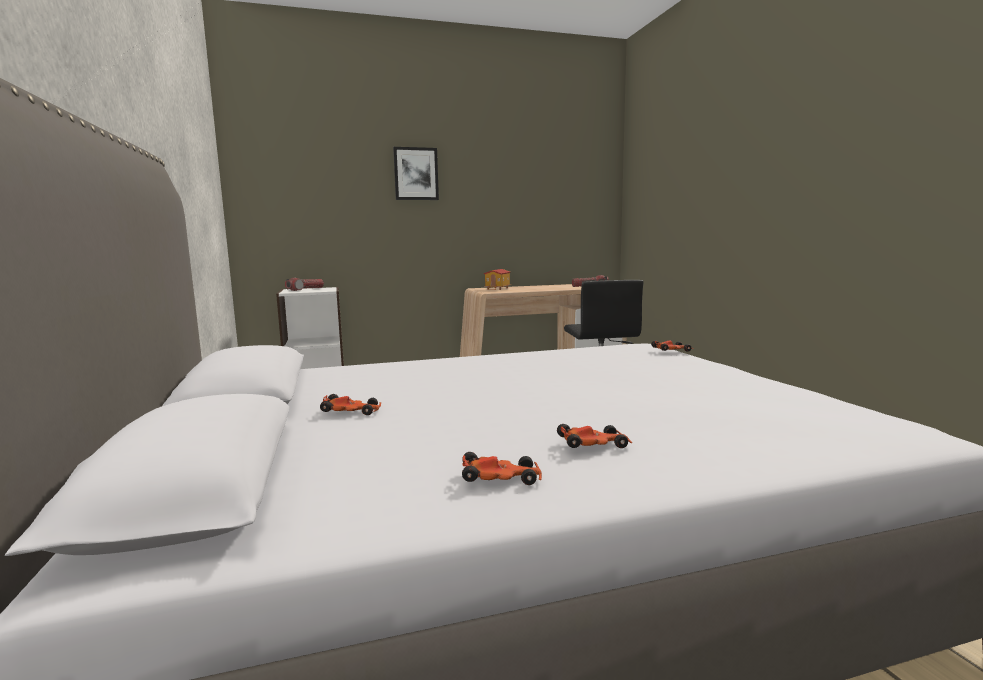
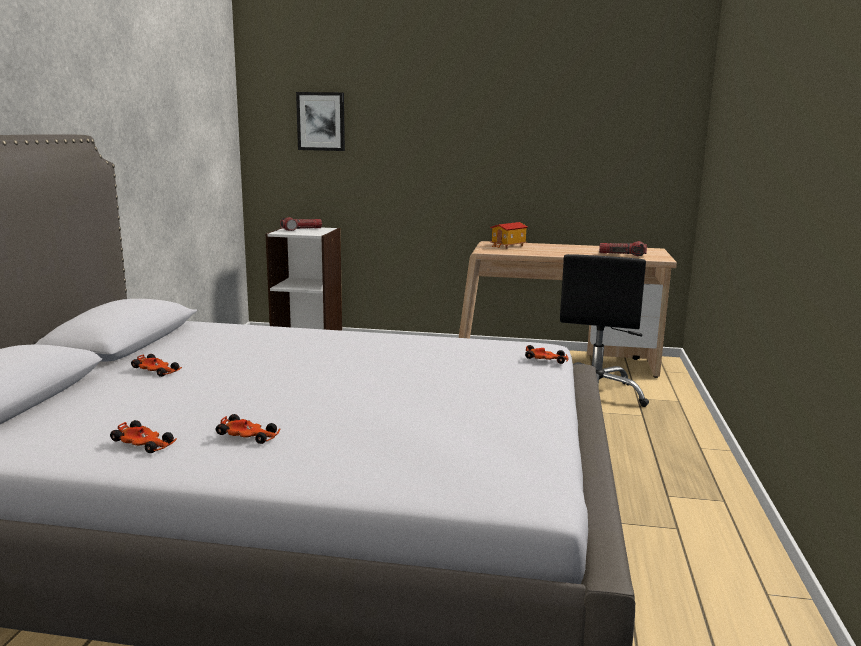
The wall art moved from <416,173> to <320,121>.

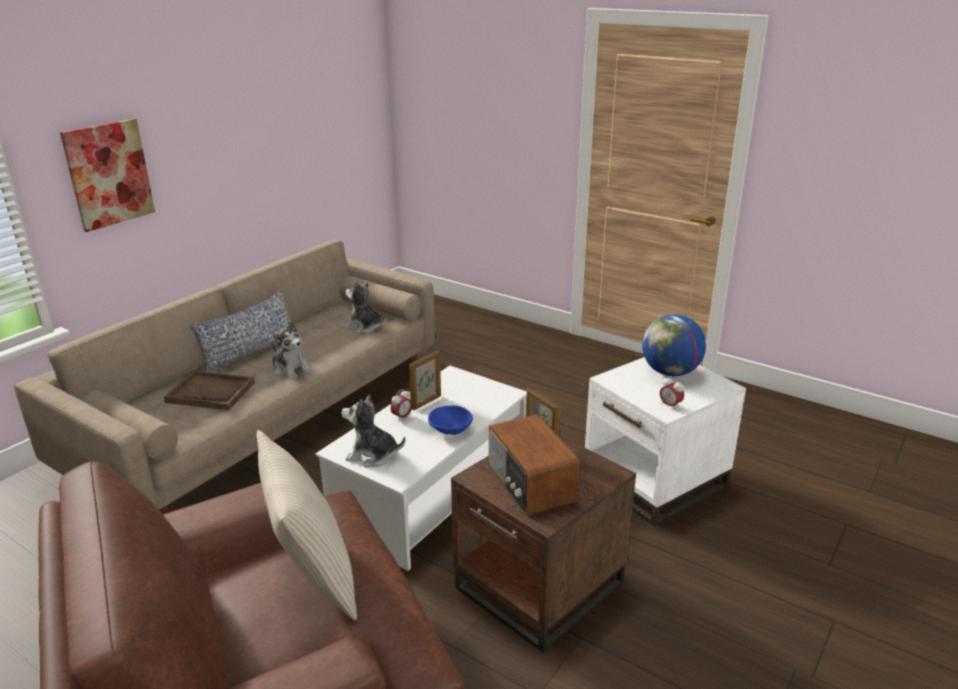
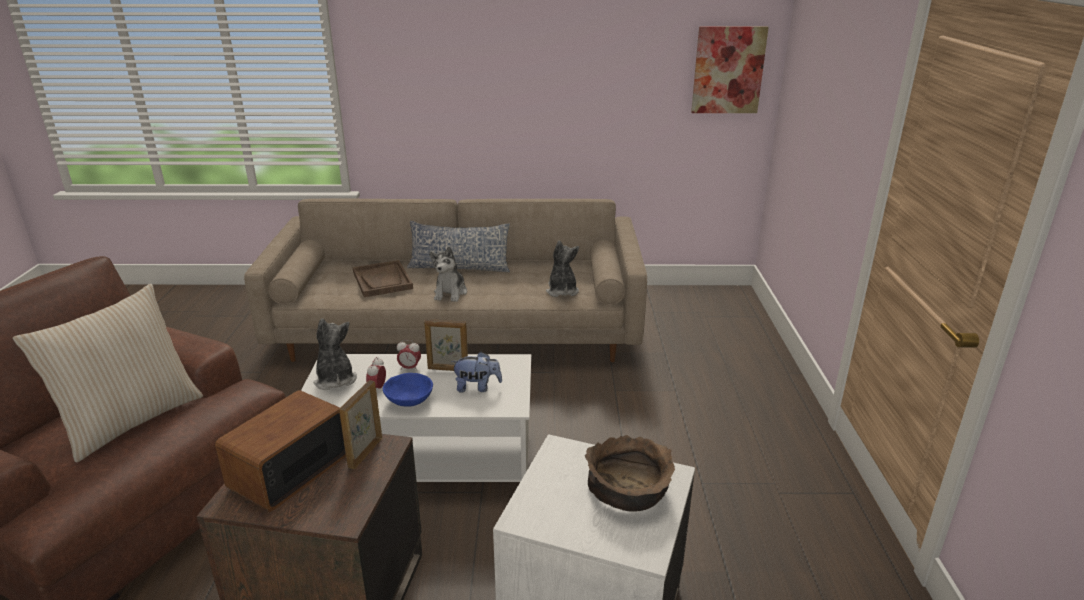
The bedside clock moved from <672,392> to <376,373>. The cuddly toy at <476,372> appeared. The world globe at <674,345> was replaced by the brown-coloured deep dish at <630,473>. The wall art moved from <107,175> to <730,69>.

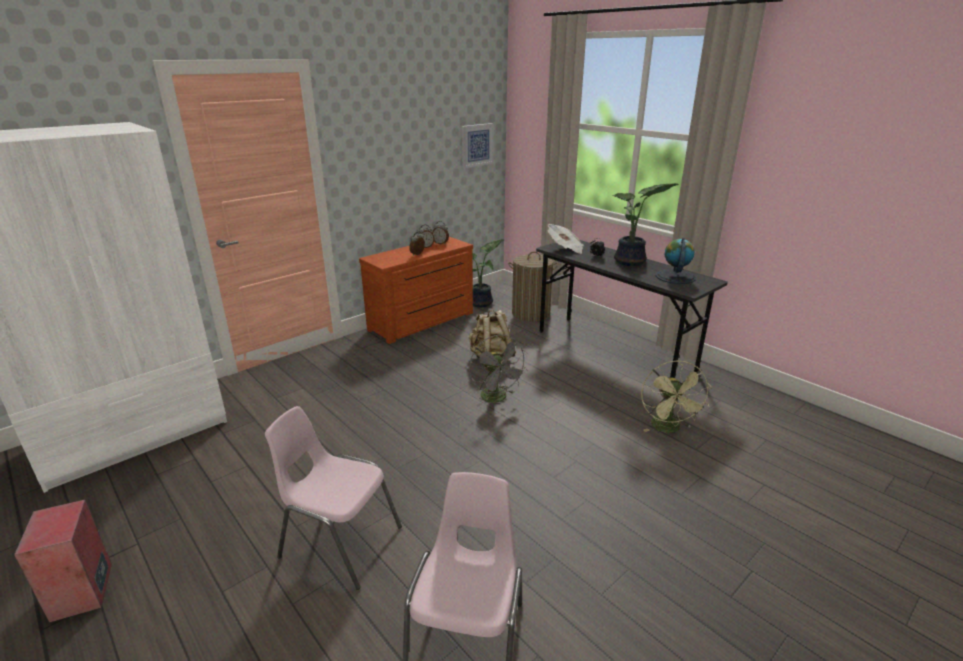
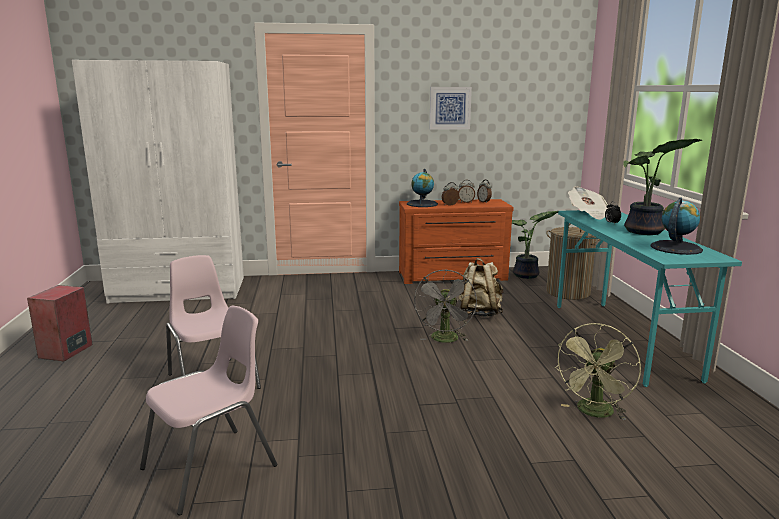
The world globe at <422,188> appeared. The wall art moved from <478,145> to <450,108>. The grey desk table at <632,309> became the blue-green desk table at <649,298>.

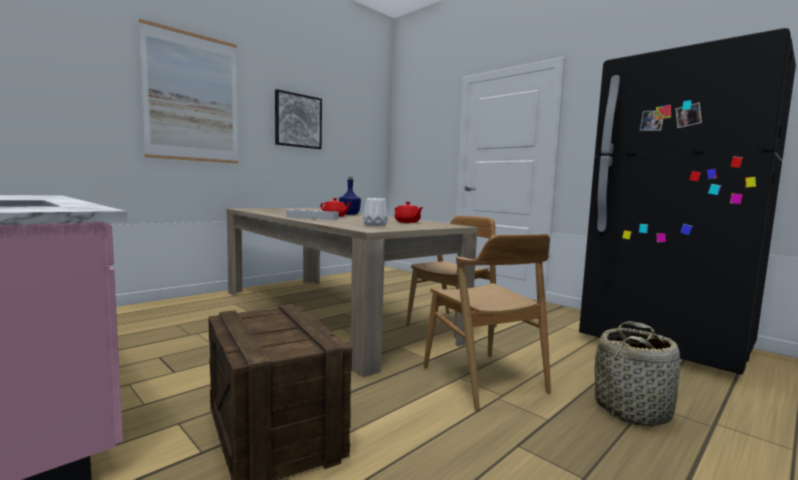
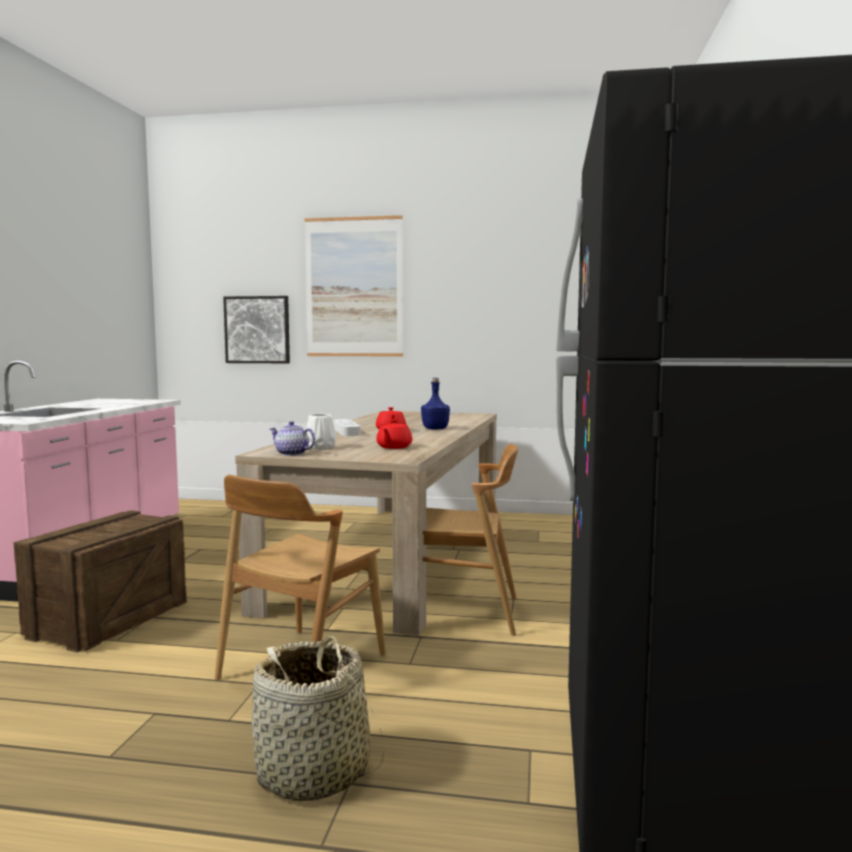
The wall art moved from <298,119> to <256,329>. The tea pot at <292,438> appeared.

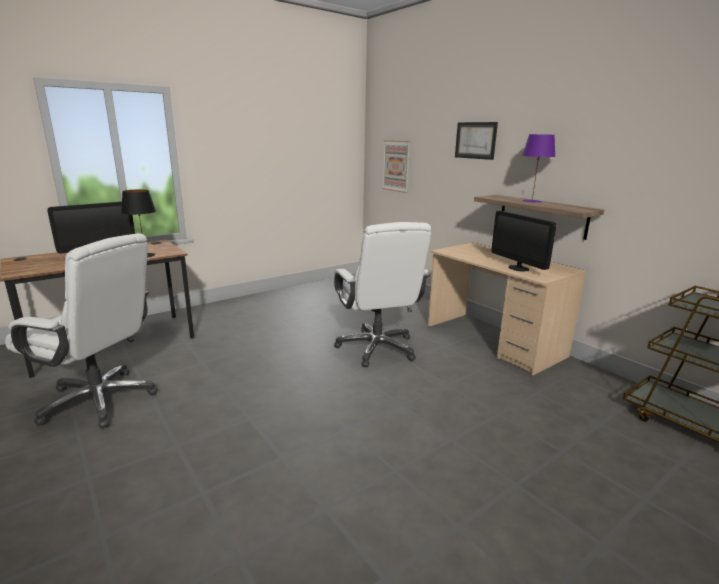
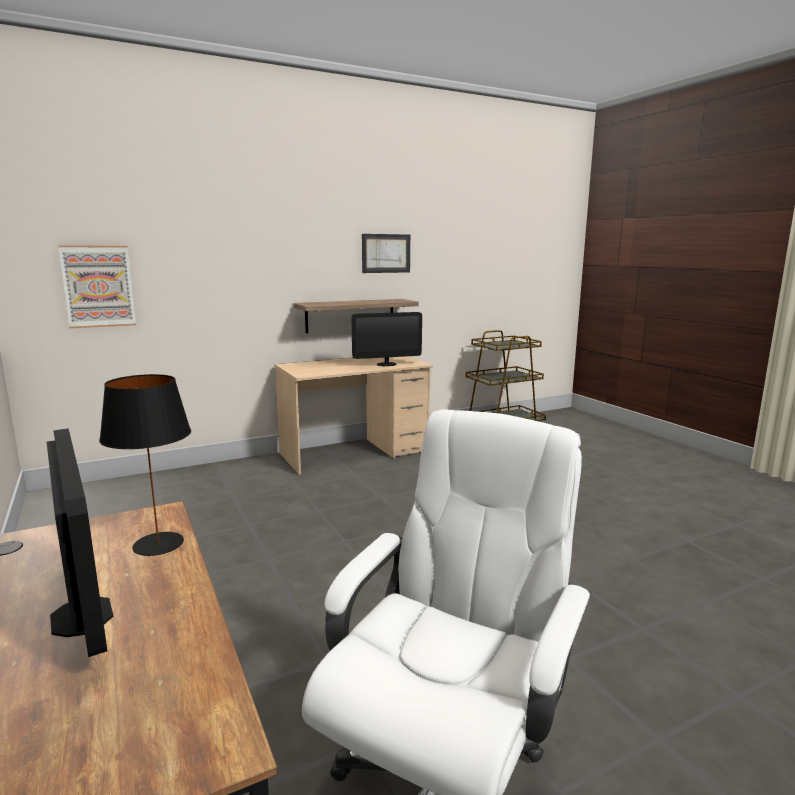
The wall art moved from <476,141> to <386,253>. The white-coloured desk chair at <382,294> disappeared. The purplish tabletop lamp at <539,168> disappeared.

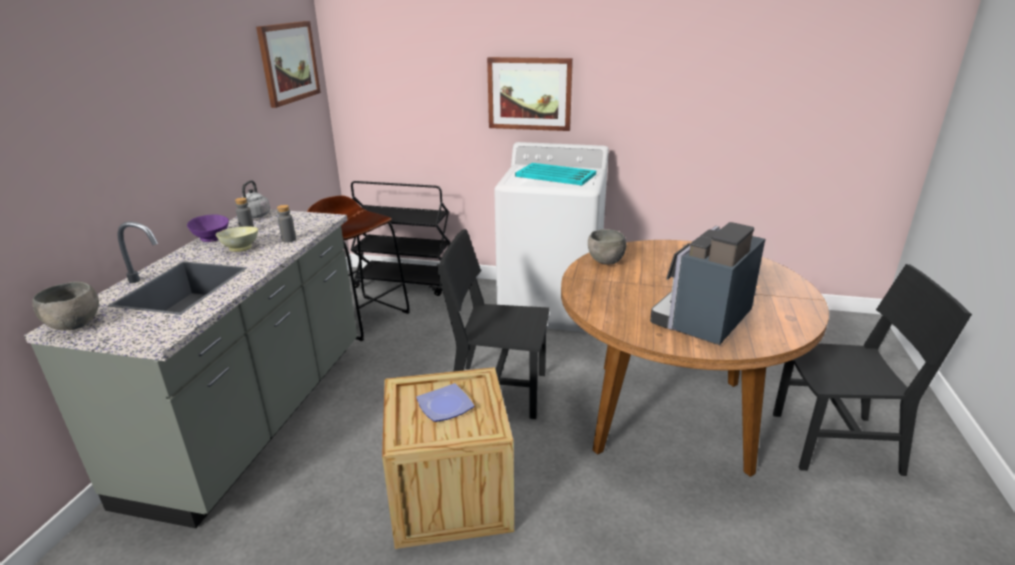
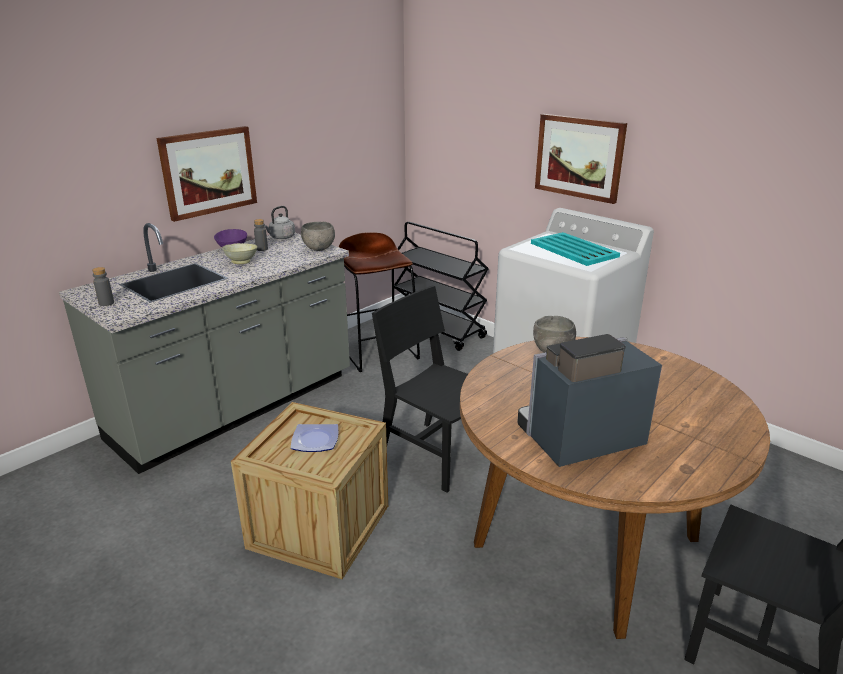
The grey bottle moved from <286,224> to <103,286>. The wall art moved from <288,64> to <207,174>. The grey deep dish moved from <65,306> to <318,236>.

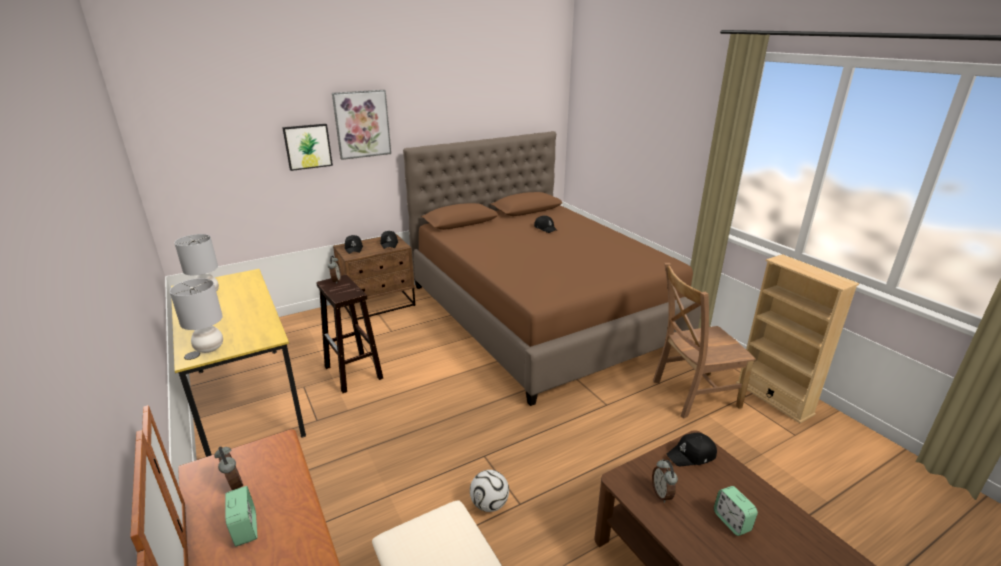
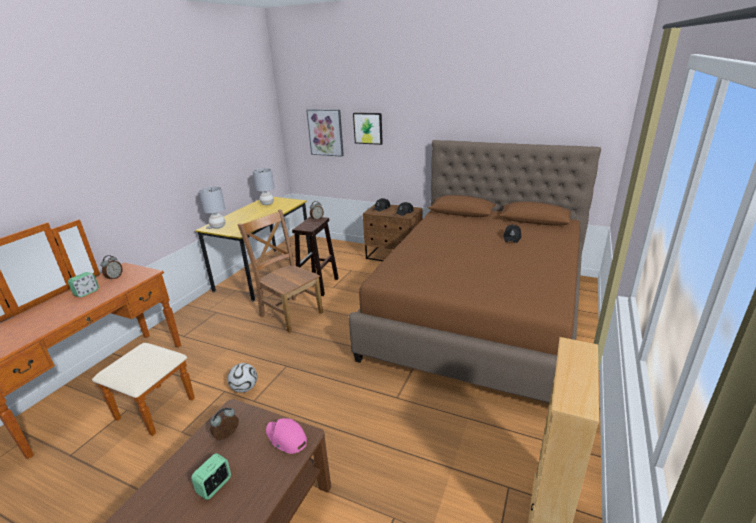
The brown-coloured plain chair moved from <704,341> to <280,271>. The blackish peaked cap at <692,449> became the pinkish peaked cap at <286,436>. The wall art moved from <361,125> to <325,133>.

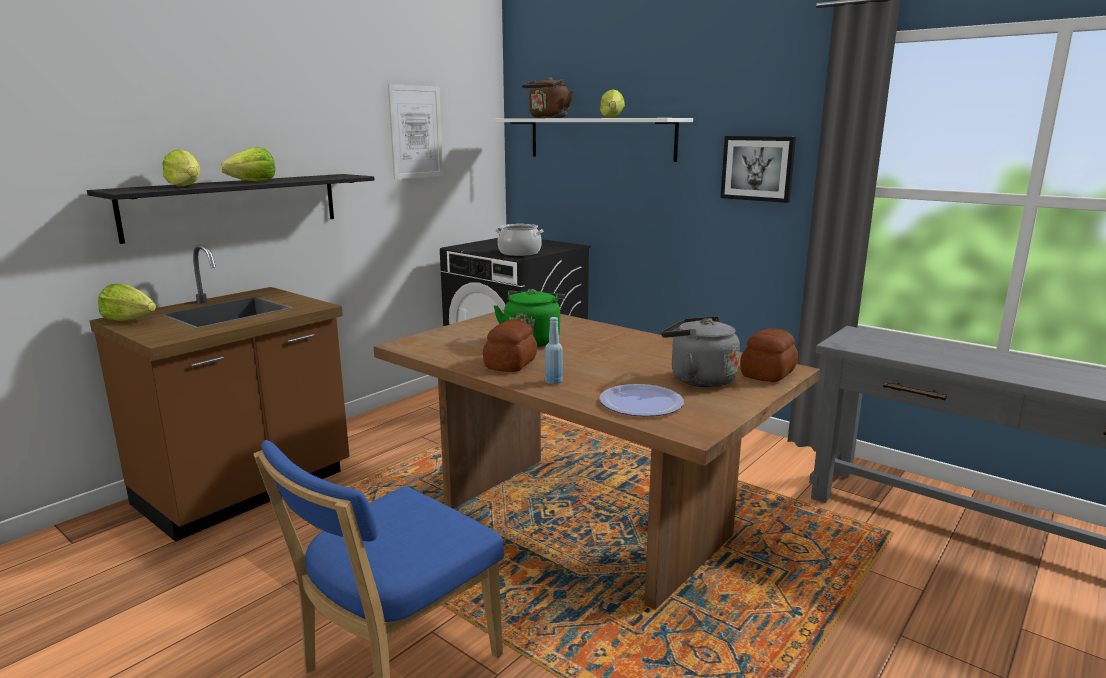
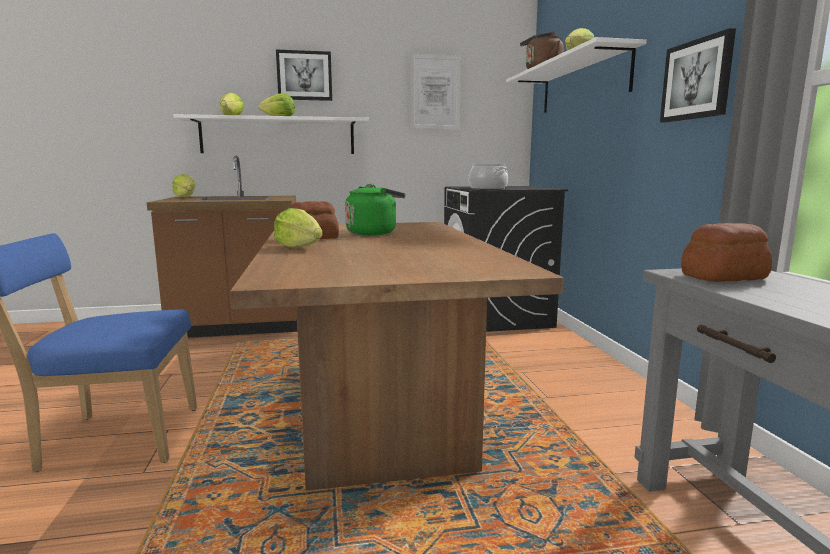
The blackish shelf at <231,209> became the white-coloured shelf at <271,134>. The blue-coloured bottle at <554,350> was replaced by the head of lettuce at <298,228>. The wall art at <304,75> appeared. The baked bread moved from <769,355> to <726,252>. The flat dish at <641,400> disappeared. The grey water kettle at <700,351> disappeared.

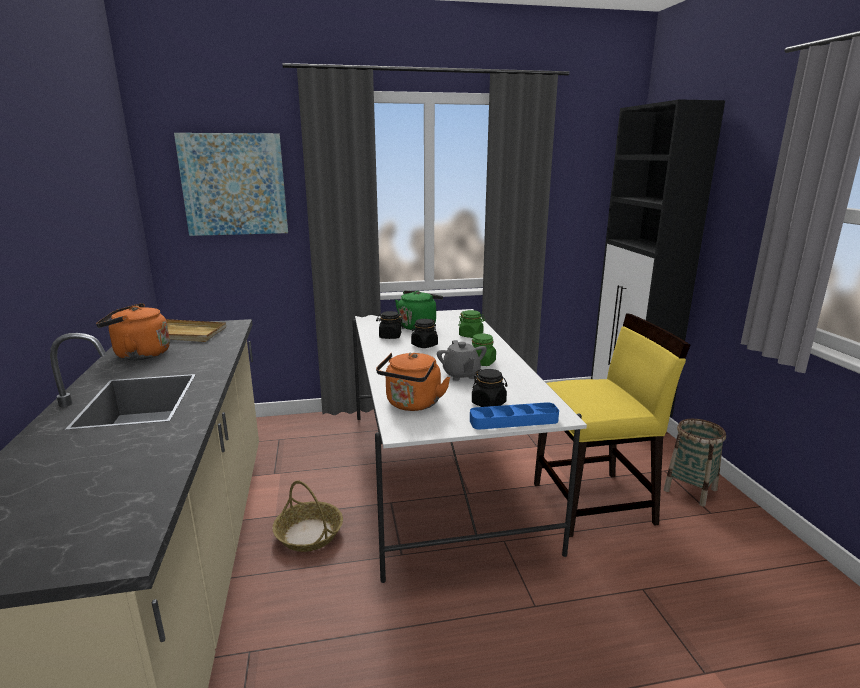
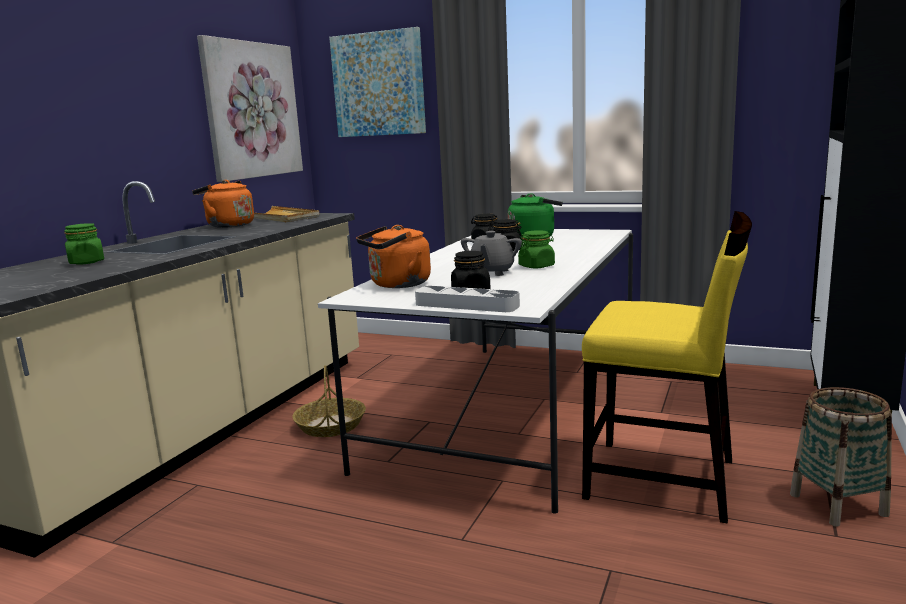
The green storage jar moved from <471,324> to <84,244>. The wall art at <250,108> appeared. The blue-coloured serving tray at <514,416> became the grey serving tray at <467,299>.

